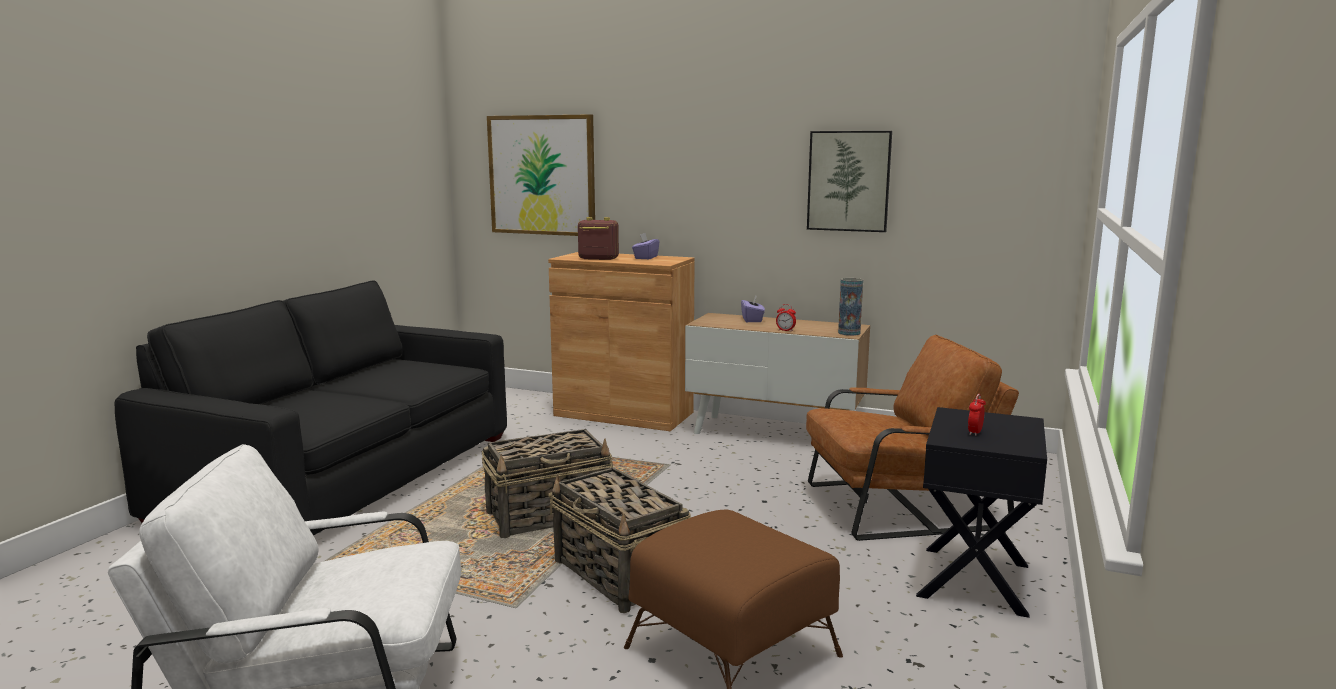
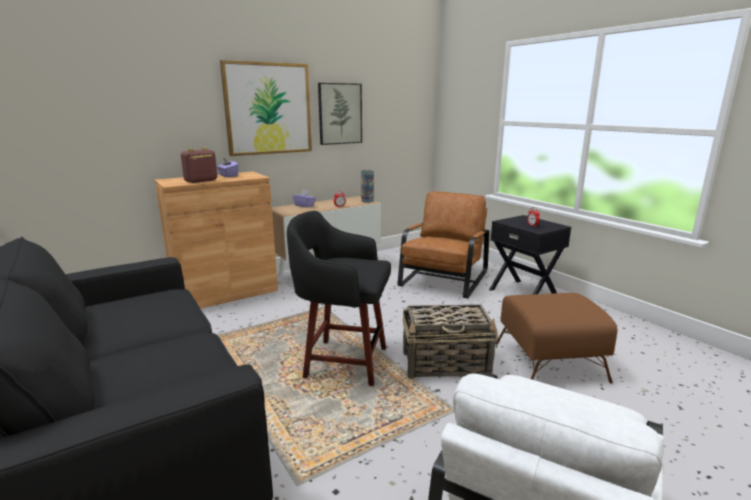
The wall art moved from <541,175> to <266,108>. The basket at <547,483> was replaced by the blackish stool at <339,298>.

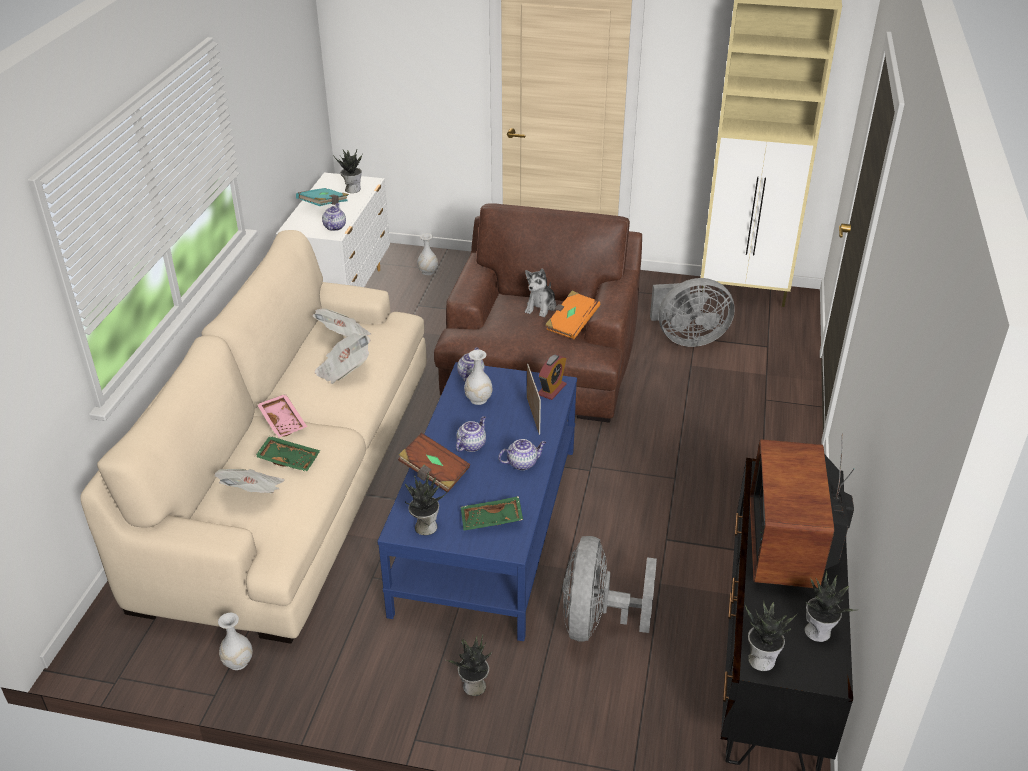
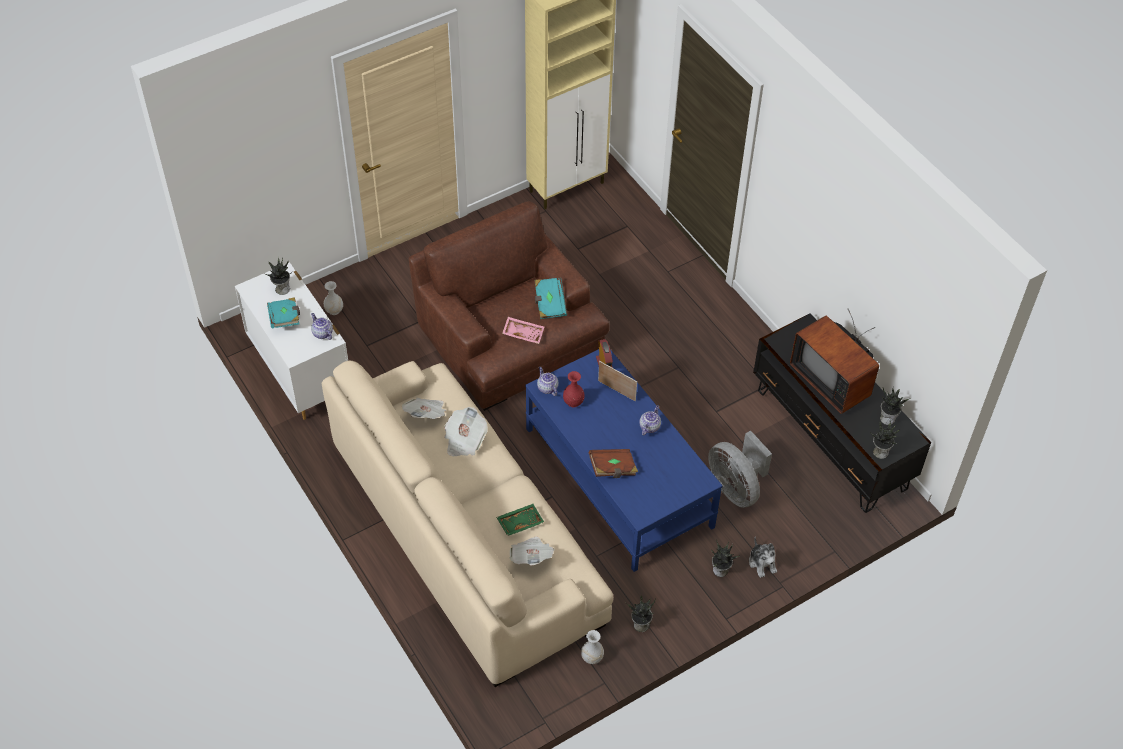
The pinkish serving tray moved from <282,416> to <523,330>. The orange volume at <572,315> became the blue-green volume at <550,298>. The white-coloured vase at <478,377> became the red-coloured vase at <574,389>. The plant in a pot moved from <426,504> to <641,613>. The cuddly toy moved from <541,292> to <763,557>. The tea pot at <471,434> disappeared. The green serving tray at <492,513> disappeared. The grey electric fan at <692,312> disappeared.

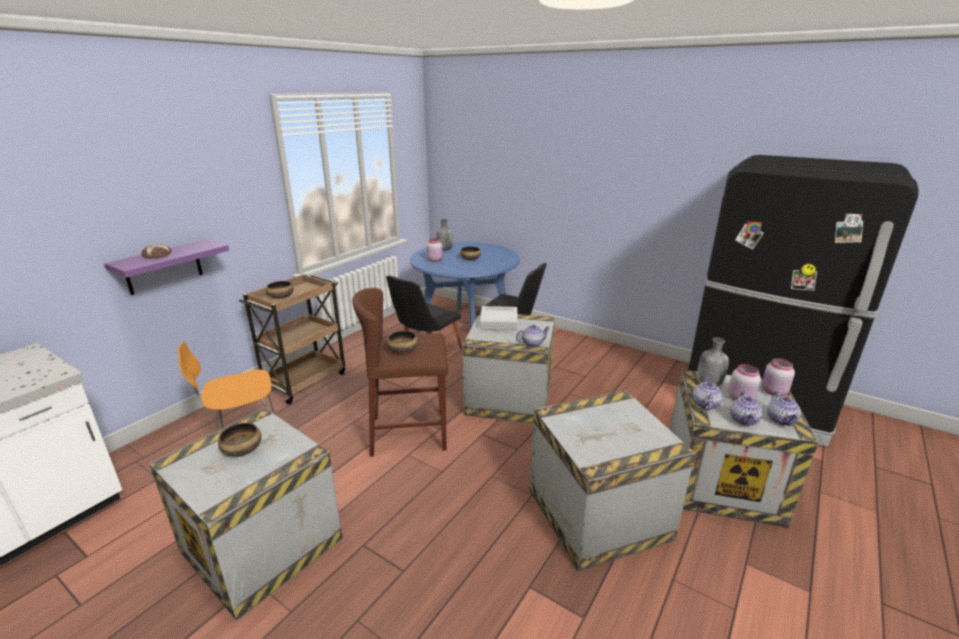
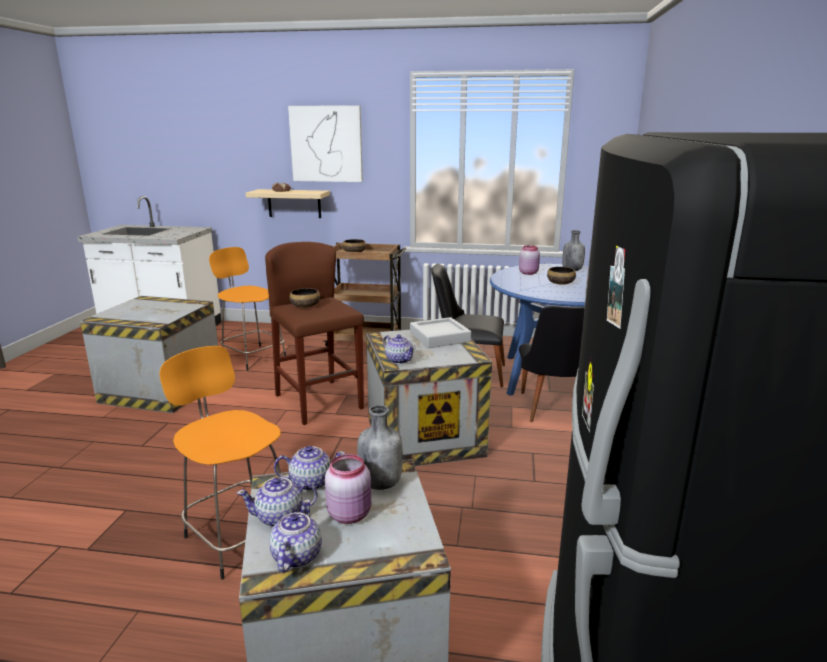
The packing crate at <612,480> was replaced by the orange stool at <220,462>. The purplish shelf at <166,267> became the beige-coloured shelf at <288,203>. The tea pot at <784,409> turned 120 degrees clockwise. The wall art at <325,143> appeared. The deep dish at <239,440> disappeared. The pinkish storage jar at <778,377> disappeared.

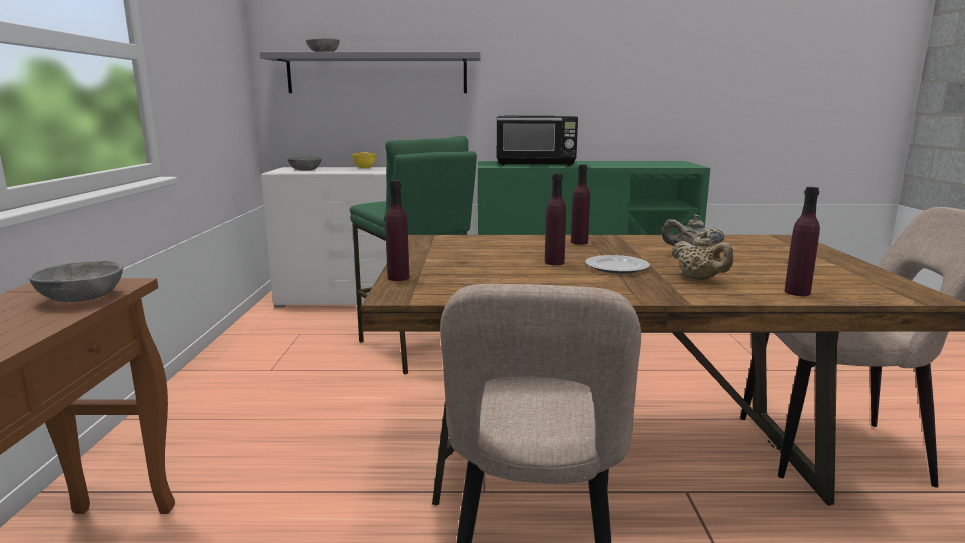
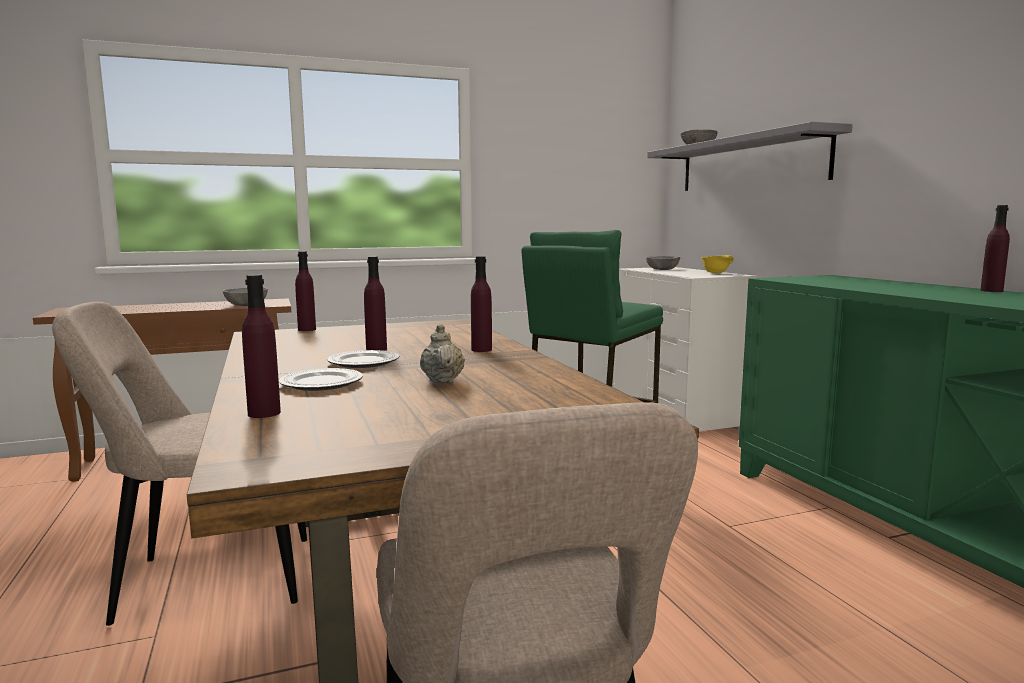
The beige-coloured tea pot at <702,255> was replaced by the flat dish at <321,379>. The purplish bottle at <995,248> appeared. The blackish kitchen microwave at <537,140> disappeared.

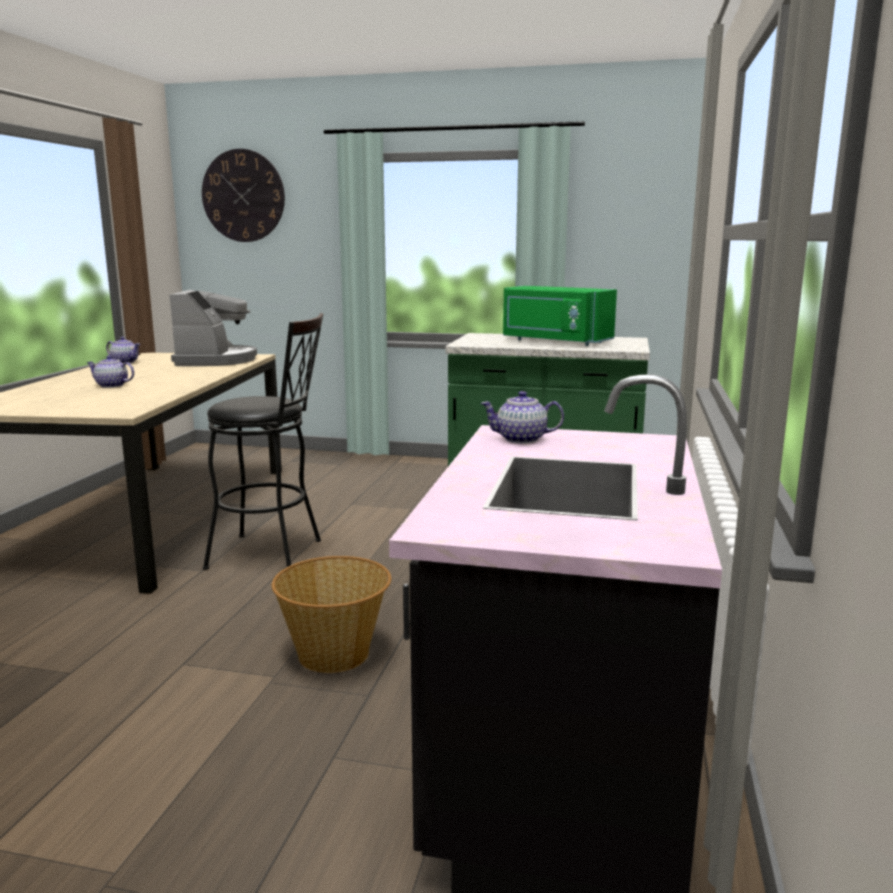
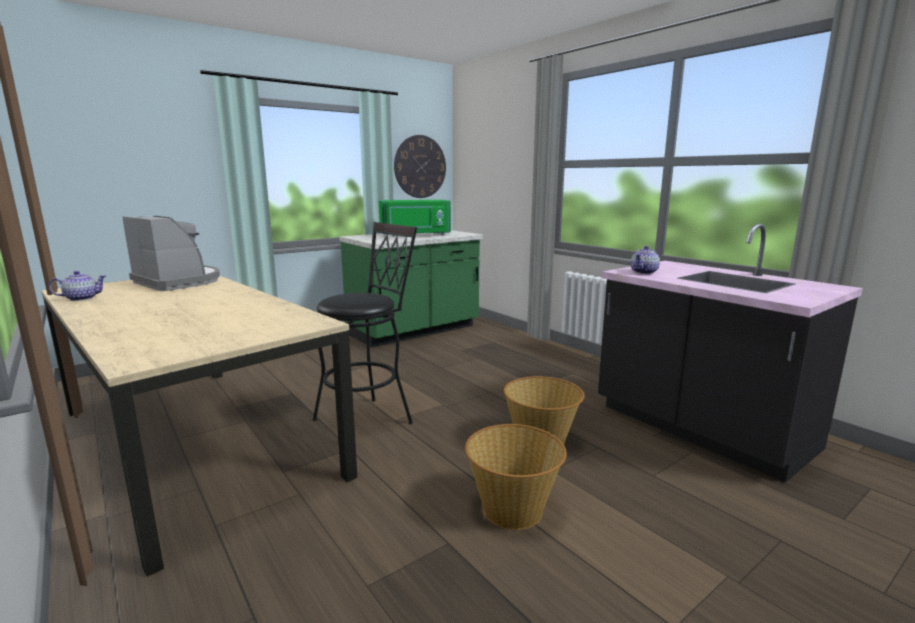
The wall clock moved from <243,195> to <420,166>. The basket at <516,477> appeared. The tea pot at <110,371> disappeared.

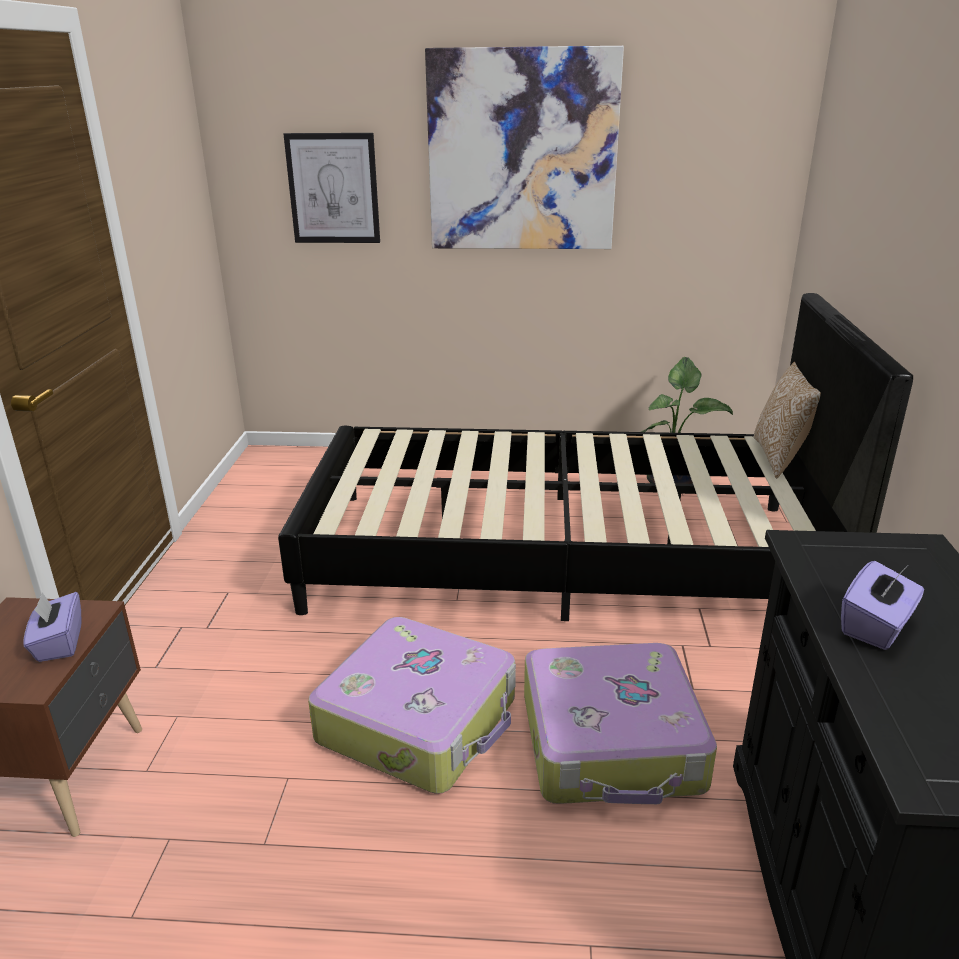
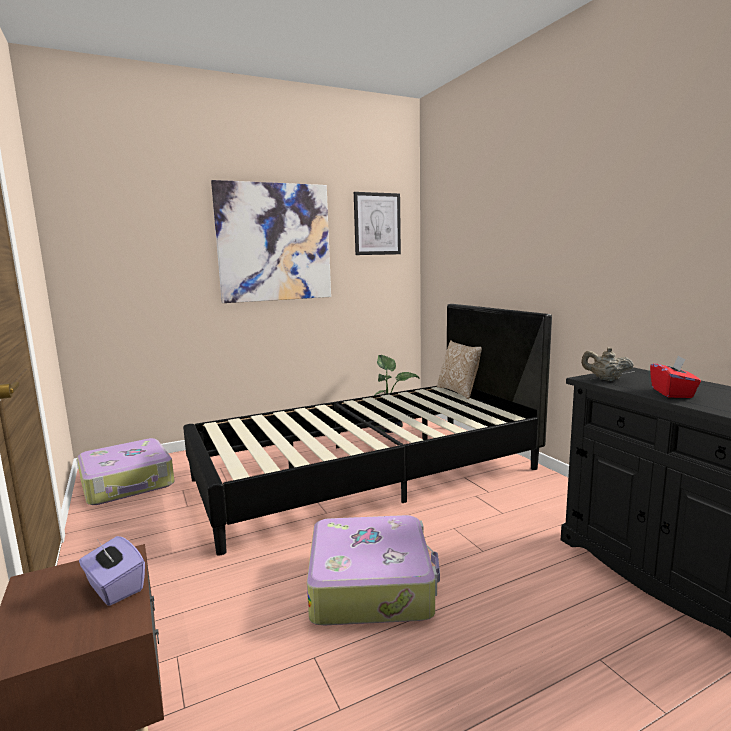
The piece of luggage moved from <620,723> to <126,471>. The wall art moved from <331,188> to <377,223>. The beige-coloured tea pot at <607,364> appeared. The purplish tissue holder at <882,605> became the red-coloured tissue holder at <675,376>.

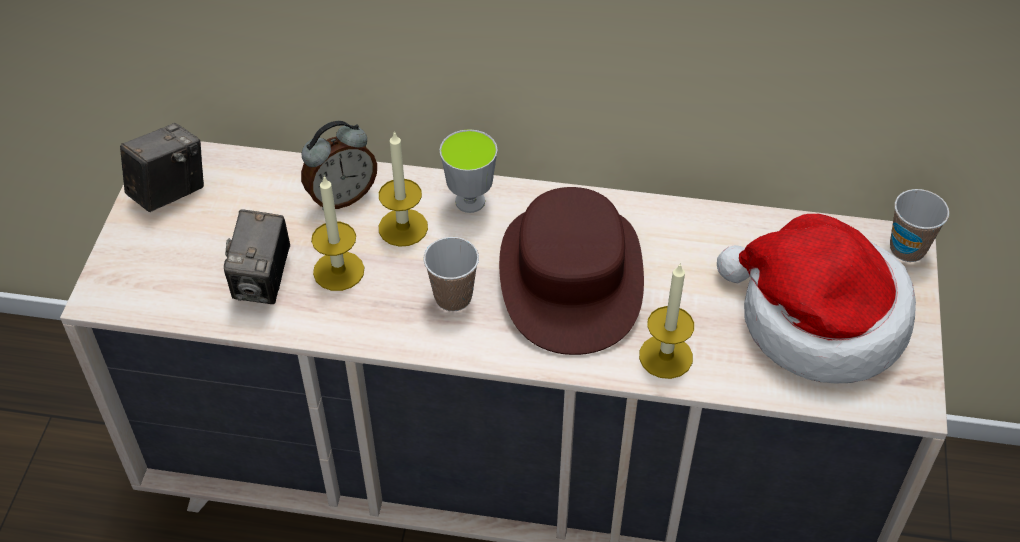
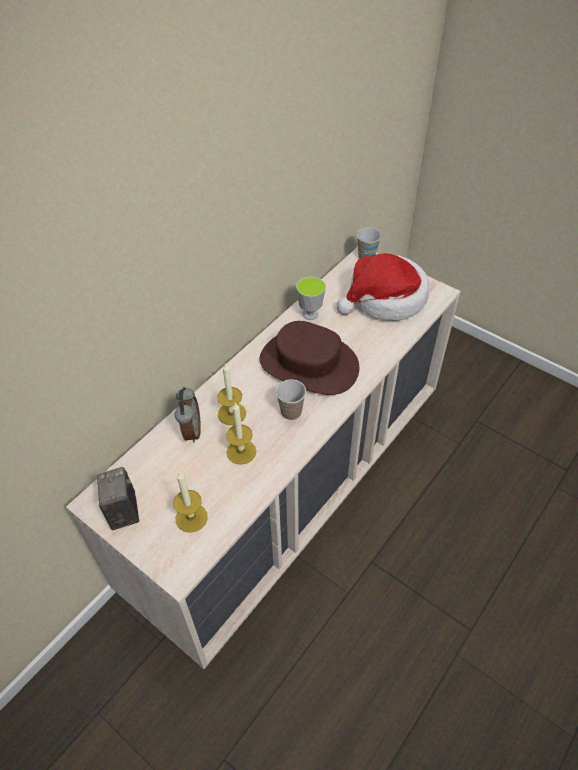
The candle moved from <666,321> to <190,502>. The small cup moved from <469,171> to <311,298>. The still camera at <257,256> disappeared.

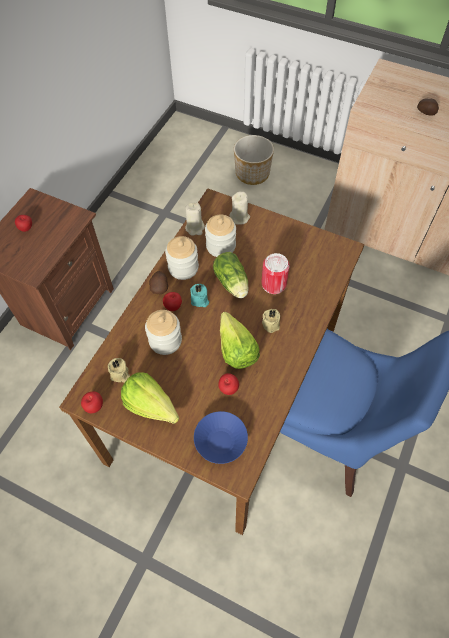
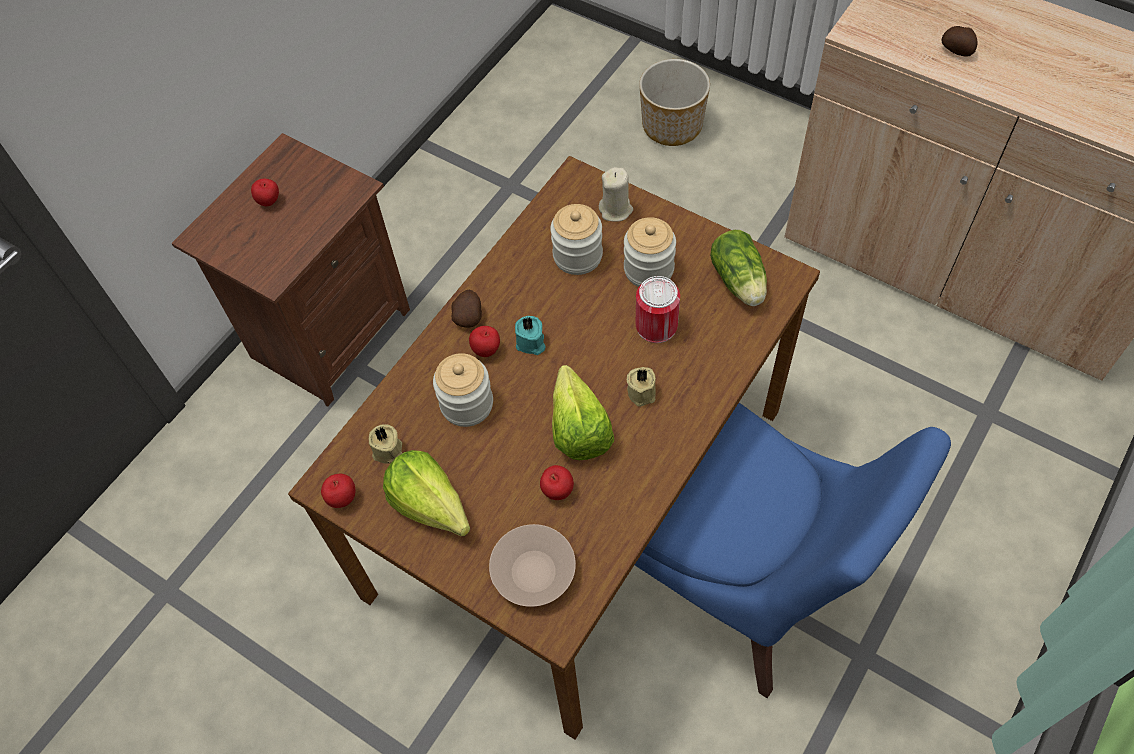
The blue-coloured deep dish at <221,437> became the beige-coloured deep dish at <532,565>. The storage jar moved from <182,258> to <650,252>. The head of lettuce moved from <231,275> to <738,268>. The beige-coloured candle at <195,219> disappeared.

